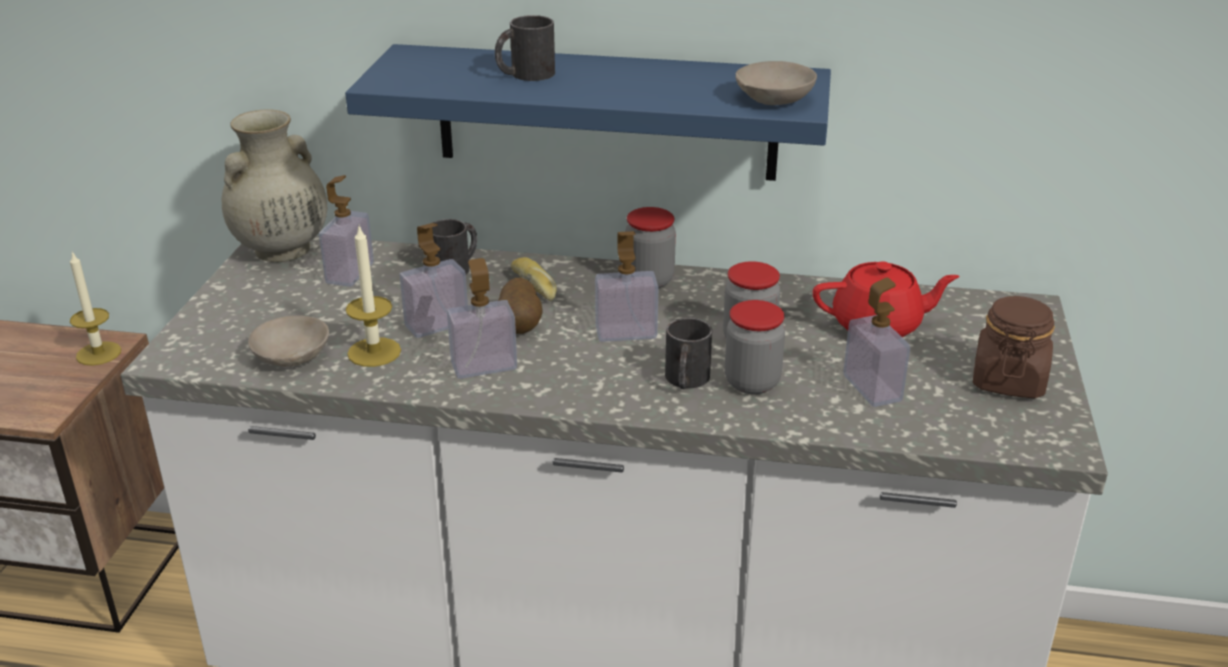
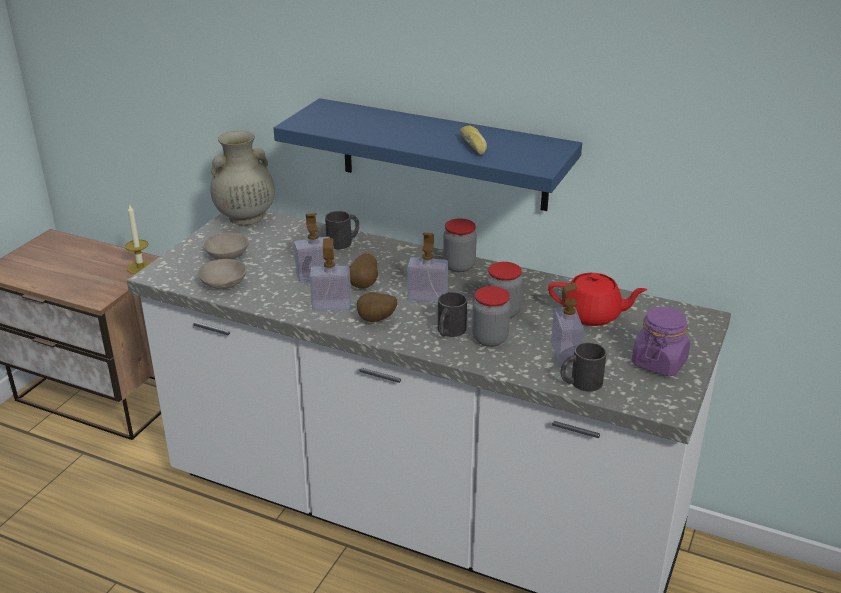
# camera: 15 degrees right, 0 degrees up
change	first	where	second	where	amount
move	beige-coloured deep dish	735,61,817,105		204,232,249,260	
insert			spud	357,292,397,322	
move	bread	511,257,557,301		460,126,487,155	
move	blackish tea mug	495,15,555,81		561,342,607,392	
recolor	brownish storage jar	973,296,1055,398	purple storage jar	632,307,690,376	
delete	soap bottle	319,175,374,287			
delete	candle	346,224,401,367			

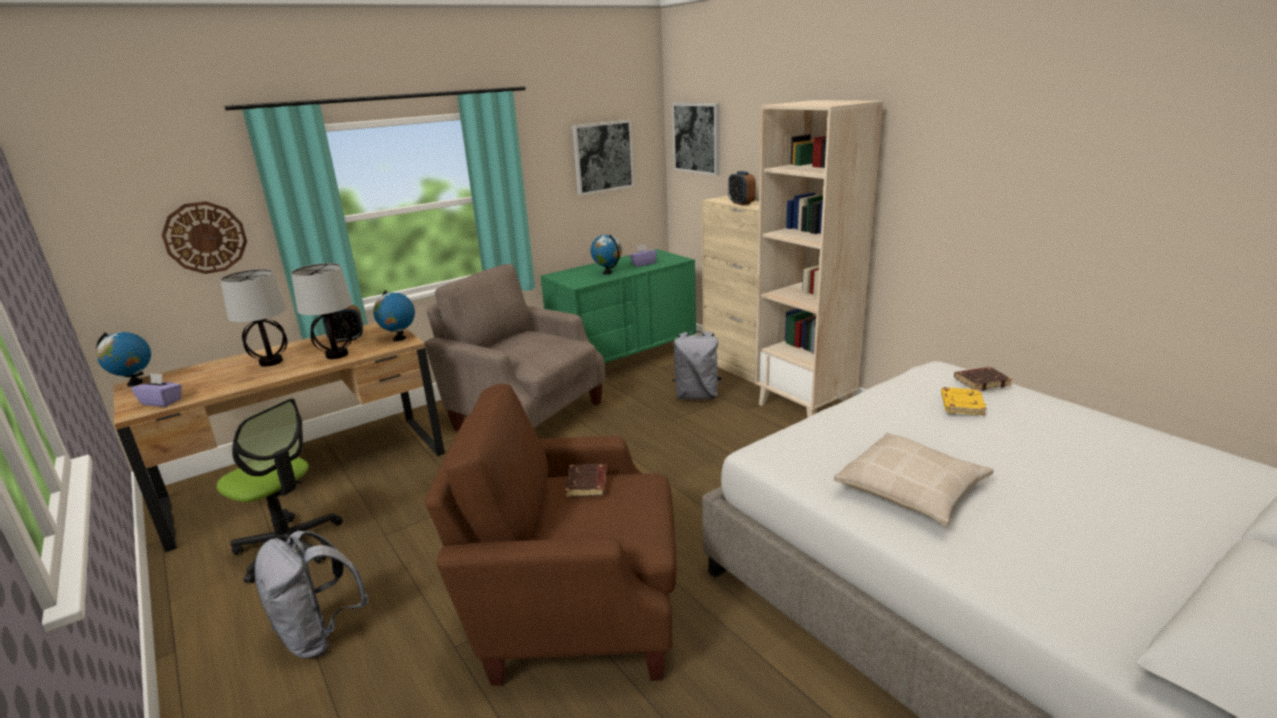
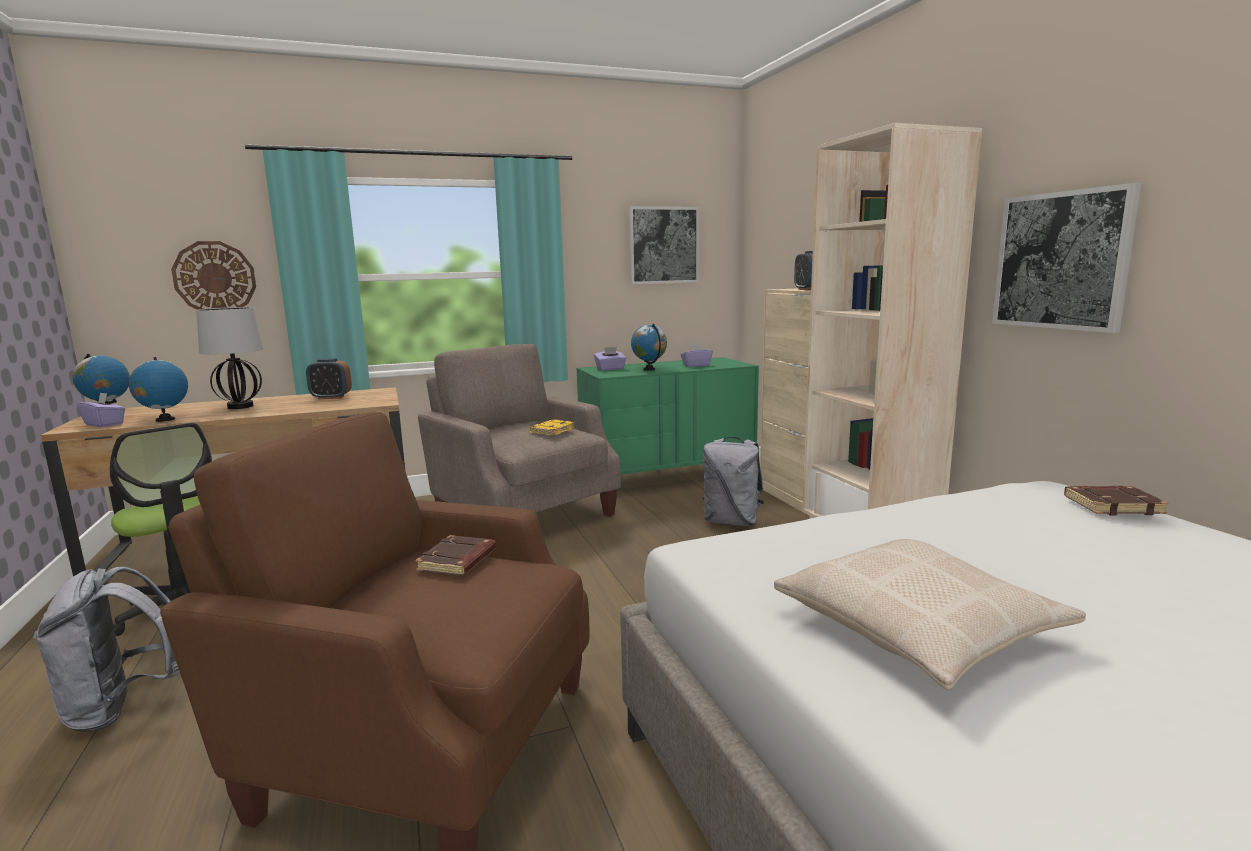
# camera: 15 degrees right, 10 degrees down
change	first	where	second	where	amount
move	globe	373,290,415,341		129,357,188,422	
move	yellowish bound book	941,387,986,415		530,419,575,435	
insert			purple box of tissues	594,347,626,371	
move	wall art	672,103,720,175		992,183,1141,333	
delete	tabletop lamp	291,263,353,359			

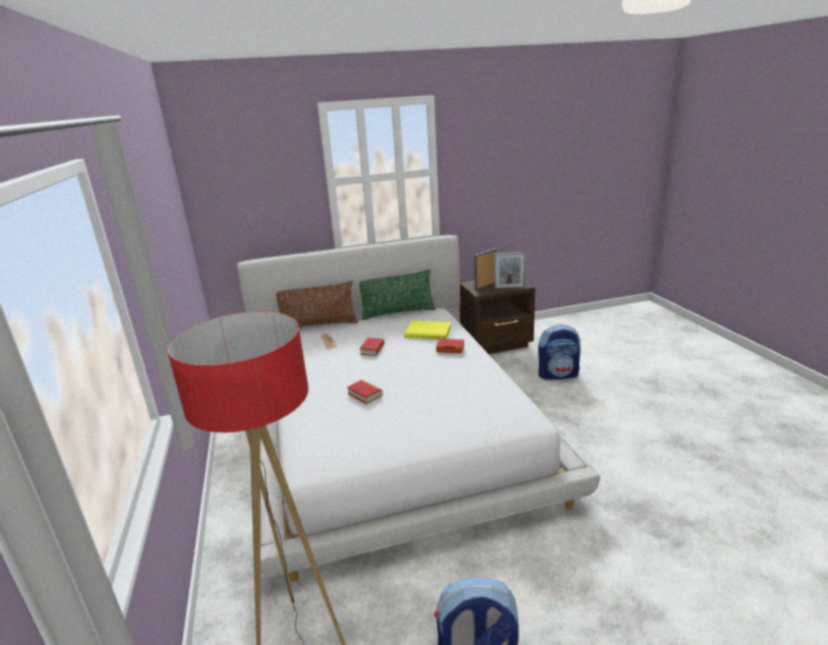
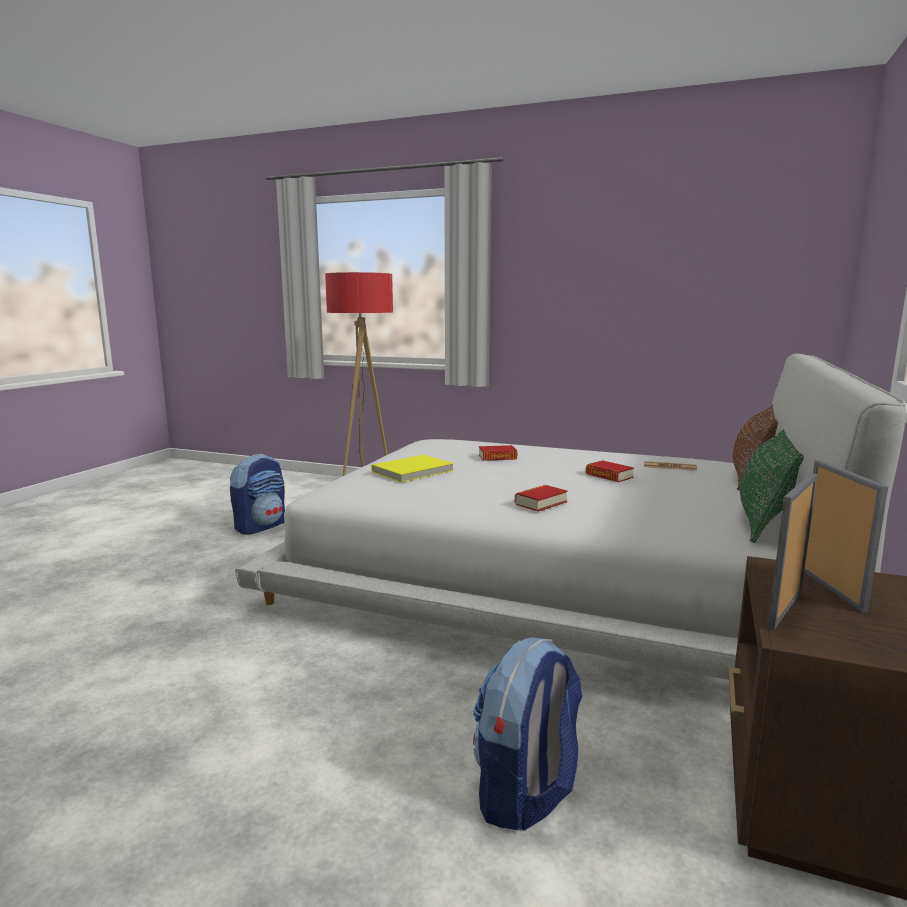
# camera: 125 degrees right, 10 degrees down
change	first	where	second	where	amount
move	yellowish bound book	404,321,452,339		371,455,454,482	

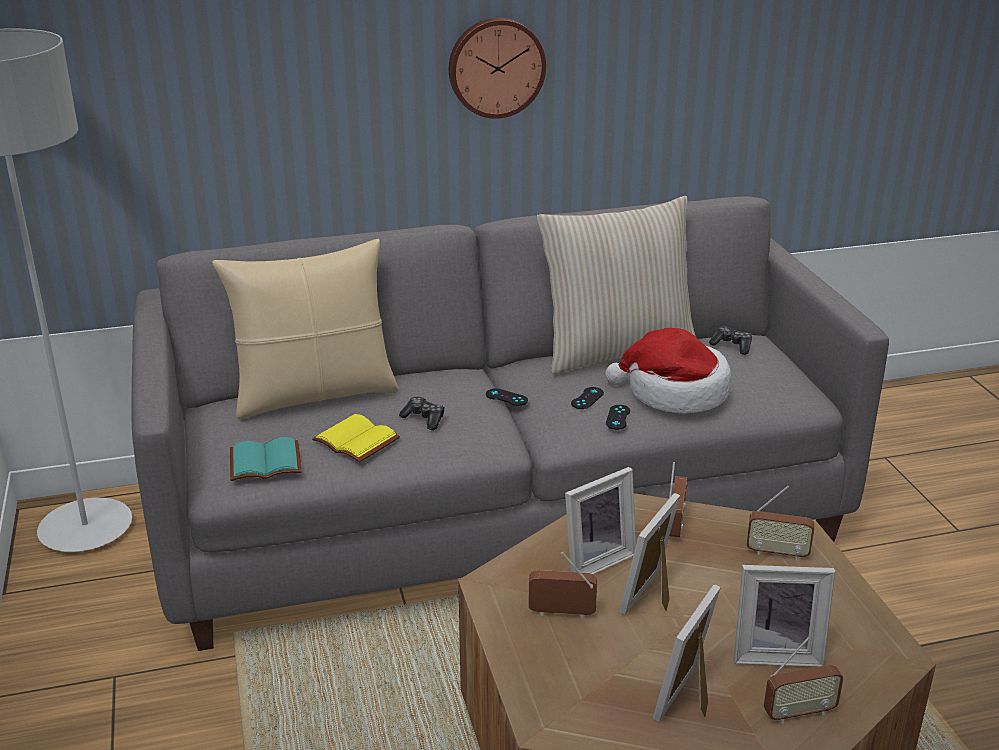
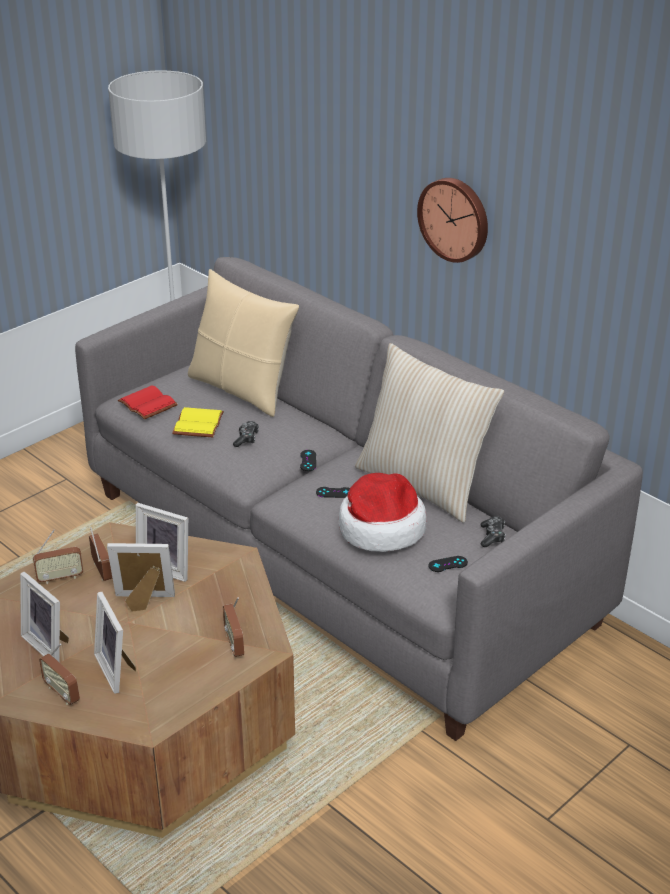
# camera: 60 degrees right, 5 degrees up
change	first	where	second	where	amount
rotate	picture frame	653,585,721,722		20,572,69,662	135 degrees counterclockwise
move	radio	669,462,687,537		33,529,84,584	
recolor	blue-green bound book	230,437,301,481	red-coloured bound book	118,385,178,420	
move	blackish joypad	606,405,630,430		429,556,468,572	

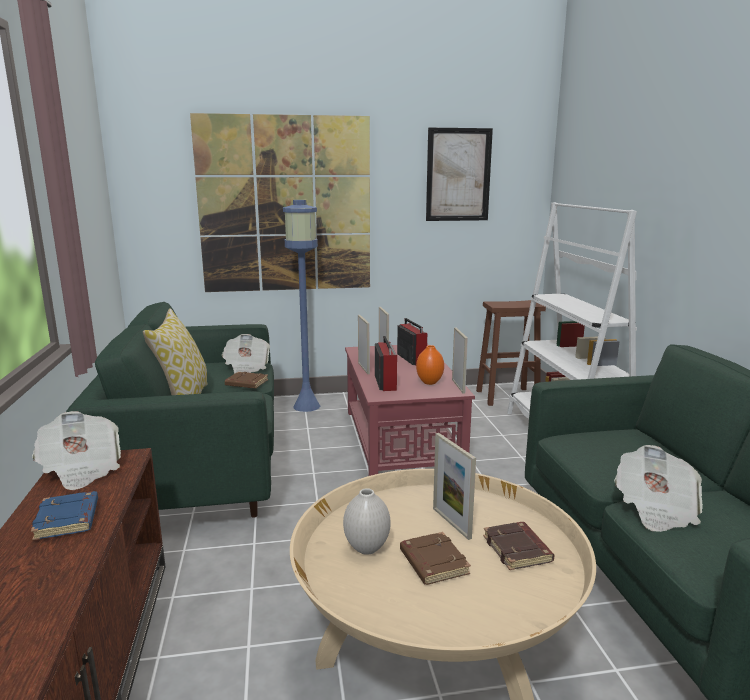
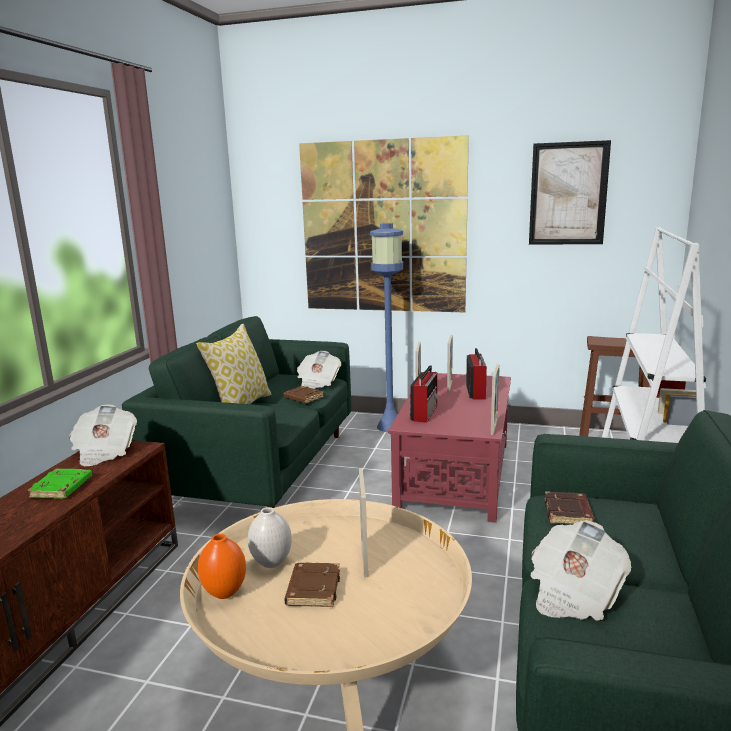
# camera: 25 degrees right, 0 degrees up
change	first	where	second	where	amount
recolor	bluish bound book	31,491,98,540	green-coloured bound book	27,468,92,499	
move	orange-coloured flower vase	416,345,444,385		198,533,246,599	
move	brownish bound book	483,522,555,570		545,491,595,525	

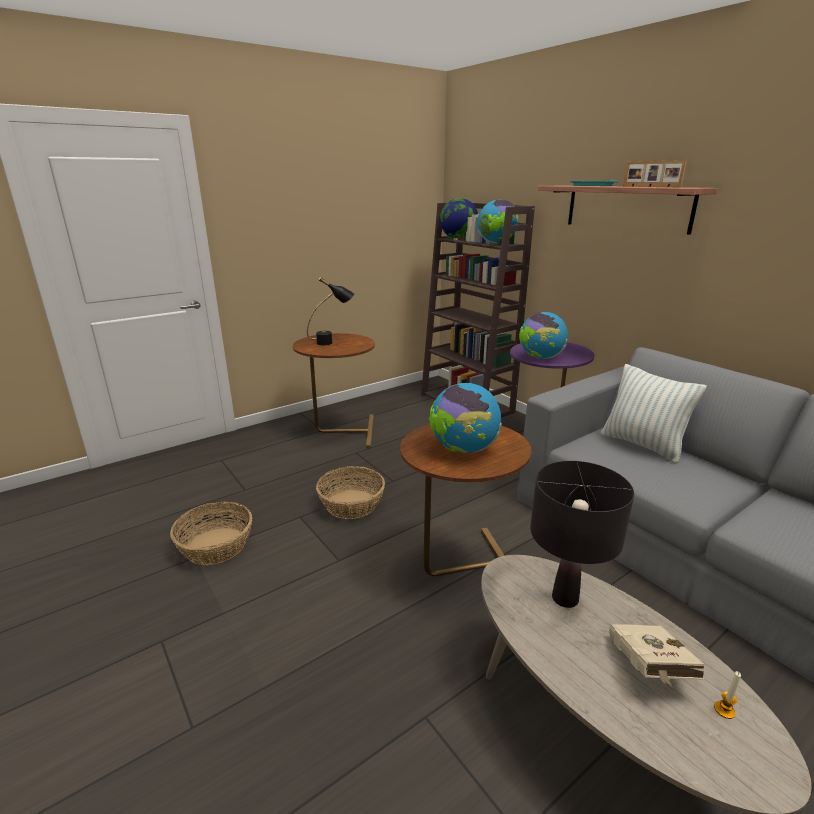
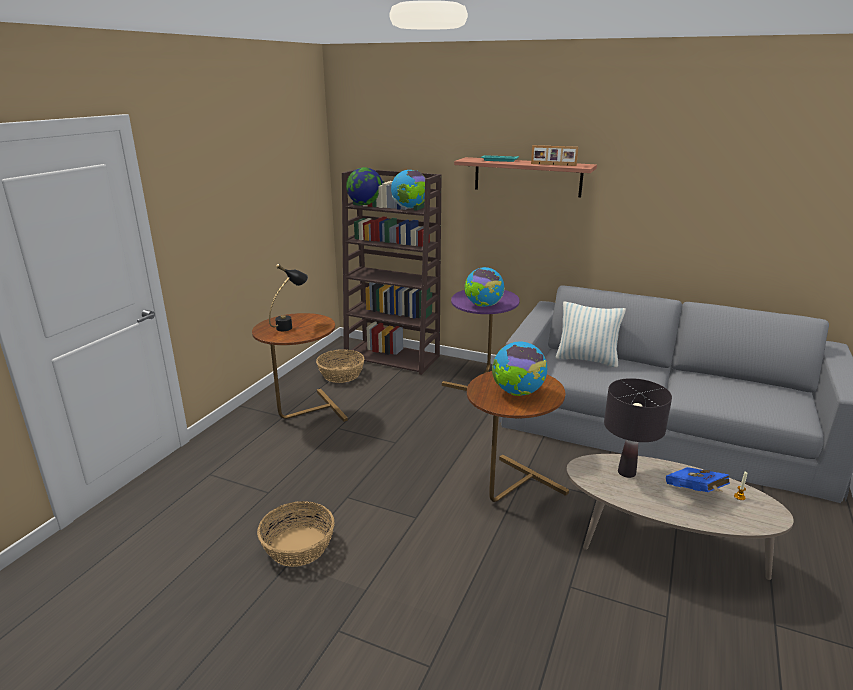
# camera: 30 degrees left, 0 degrees up
change	first	where	second	where	amount
move	basket	316,466,385,519		316,349,365,383	
recolor	beige-coloured bound book	609,624,704,688	bluish bound book	666,467,730,492	

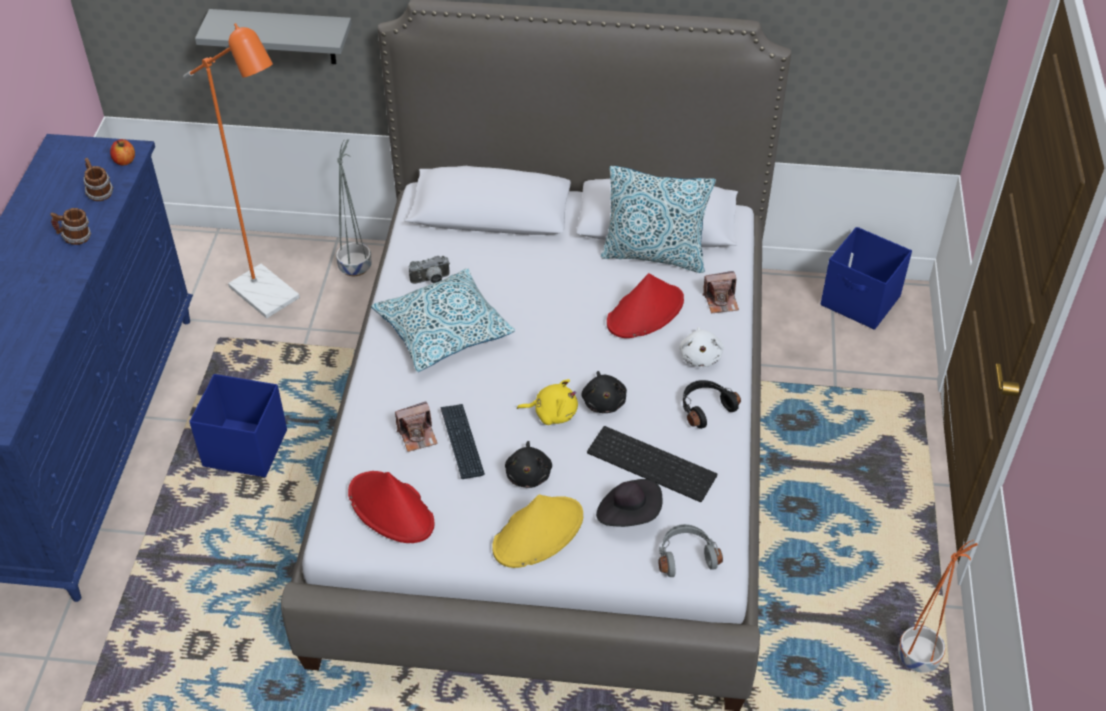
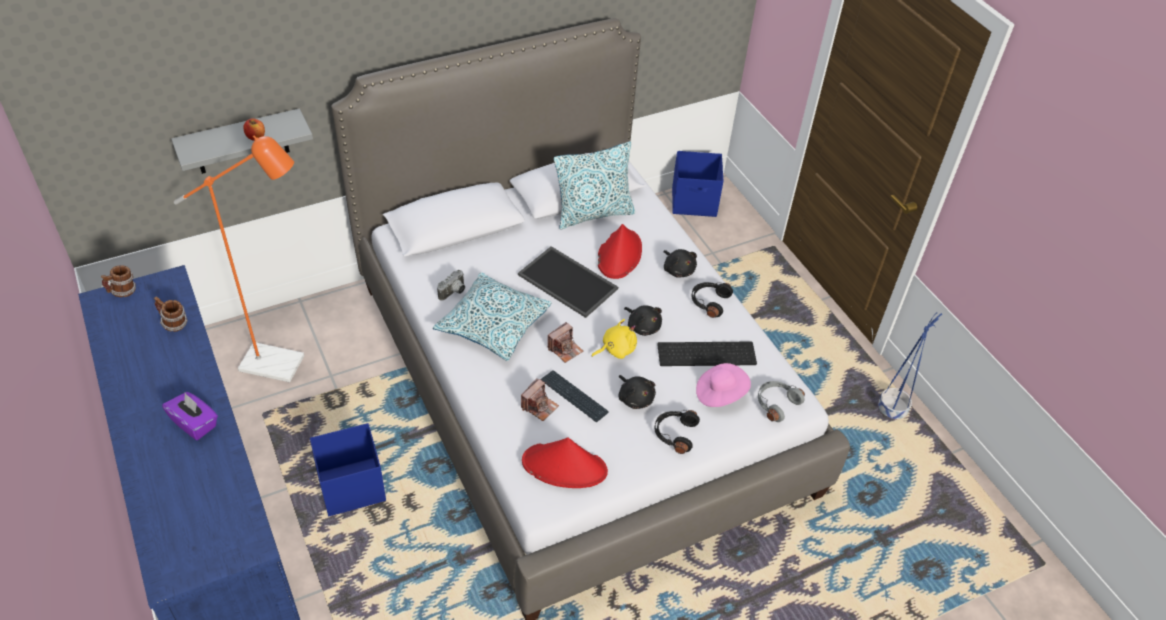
# camera: 35 degrees left, 0 degrees up
change	first	where	second	where	amount
move	tea mug	51,208,91,245		101,265,136,297	
insert			purple box of tissues	162,392,218,440	
move	apple fruit	110,139,135,165		243,118,265,141	
insert			tray	518,246,618,318	
move	still camera	703,271,739,313		548,322,583,363	
replace	yellowish hat	492,494,583,568	blackish pair of headphones	654,410,700,454	
recolor	white plush toy	679,327,724,367	blackish plush toy	663,249,697,278	
recolor	blackish hat	596,479,662,527	pink hat	696,363,751,407	
recolor	orange-coloured flower pot	898,540,978,673	bluish flower pot	878,313,942,419	
delete	gray flower pot	336,139,372,276			

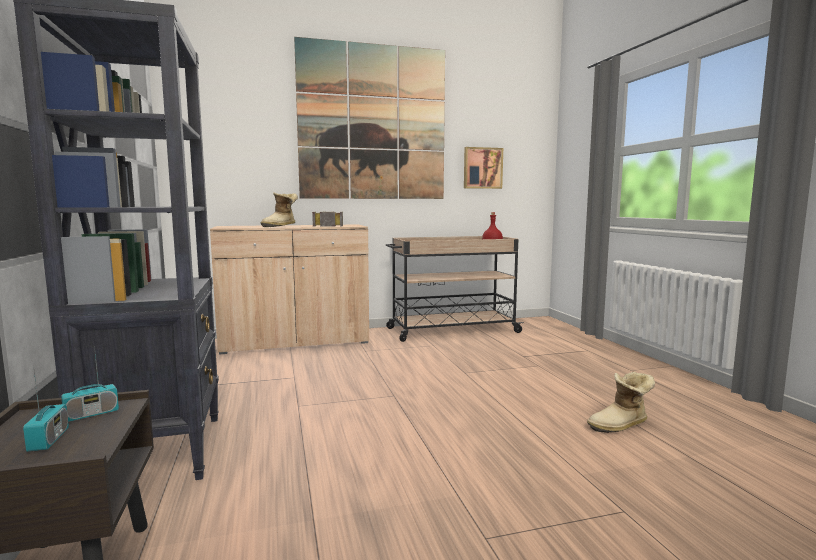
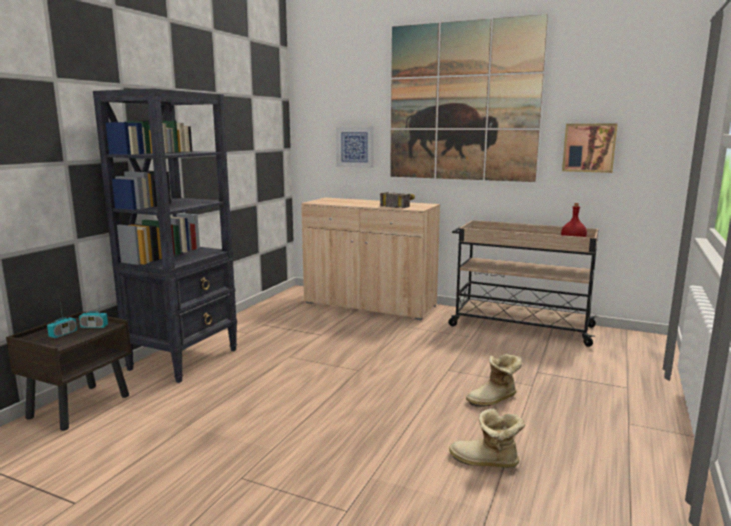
# camera: 40 degrees right, 5 degrees up
change	first	where	second	where	amount
insert			wall art	336,126,374,168	
move	boot	261,192,298,227		466,354,522,407	

